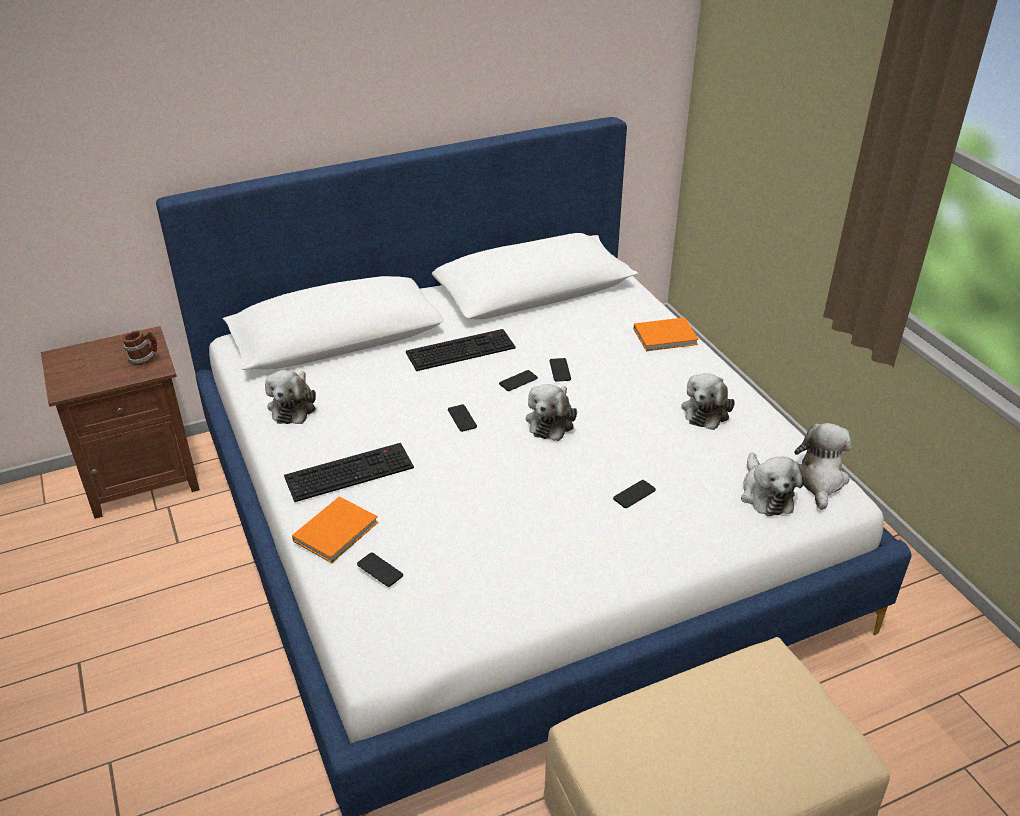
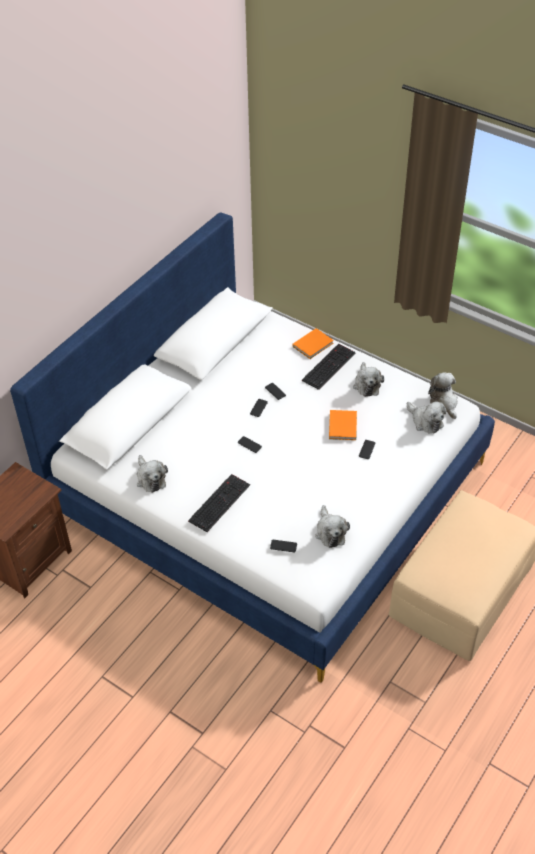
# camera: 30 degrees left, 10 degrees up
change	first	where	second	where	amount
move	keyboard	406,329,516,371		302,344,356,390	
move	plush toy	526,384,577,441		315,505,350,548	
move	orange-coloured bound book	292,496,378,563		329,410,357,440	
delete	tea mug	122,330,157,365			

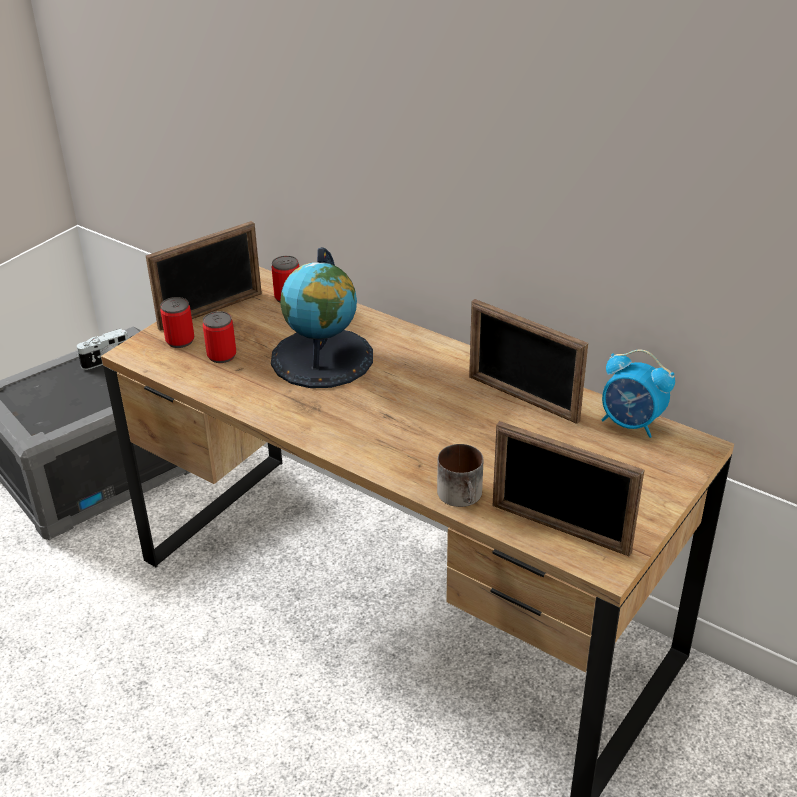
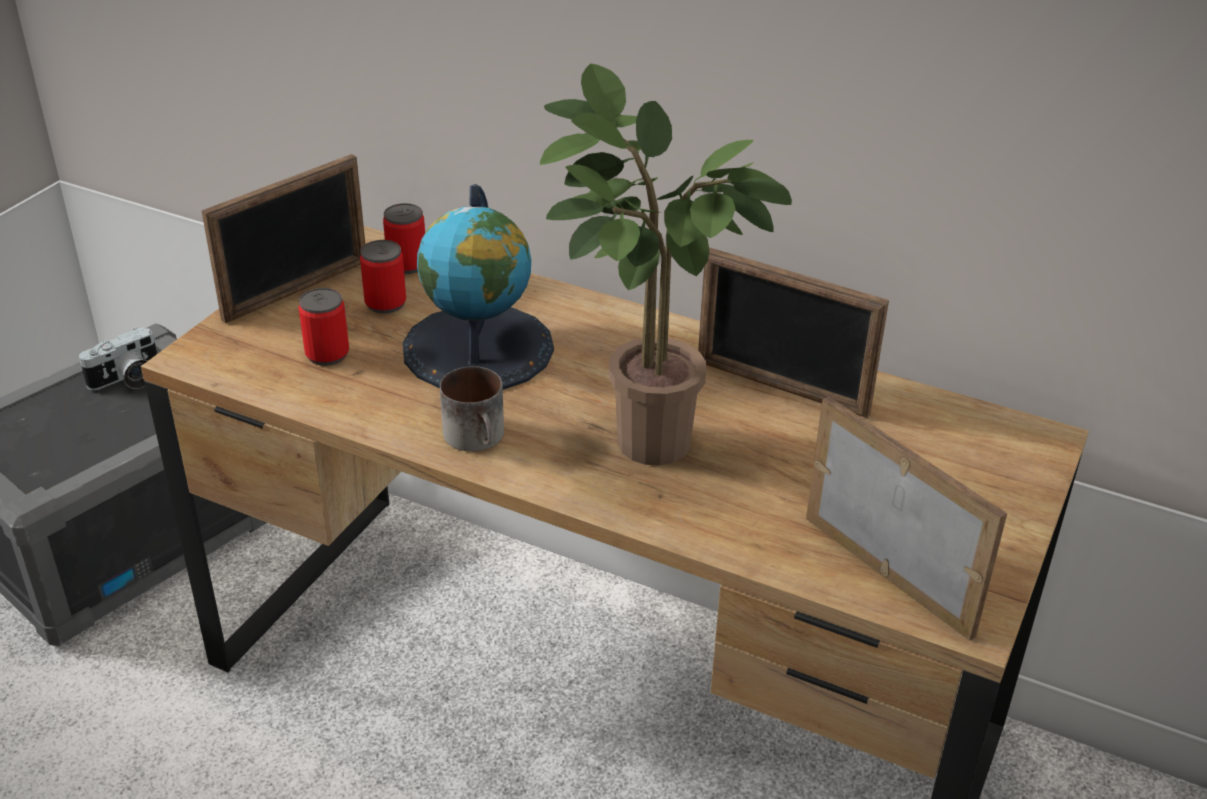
# camera: 10 degrees left, 0 degrees up
change	first	where	second	where	amount
move	sealed can	160,297,194,348		360,240,406,314	
move	tea mug	437,444,483,507		440,366,504,452	
insert			plant in a pot	540,64,792,466	
rotate	picture frame	492,421,644,557		806,397,1007,641	150 degrees counterclockwise
delete	bedside clock	602,350,675,438			

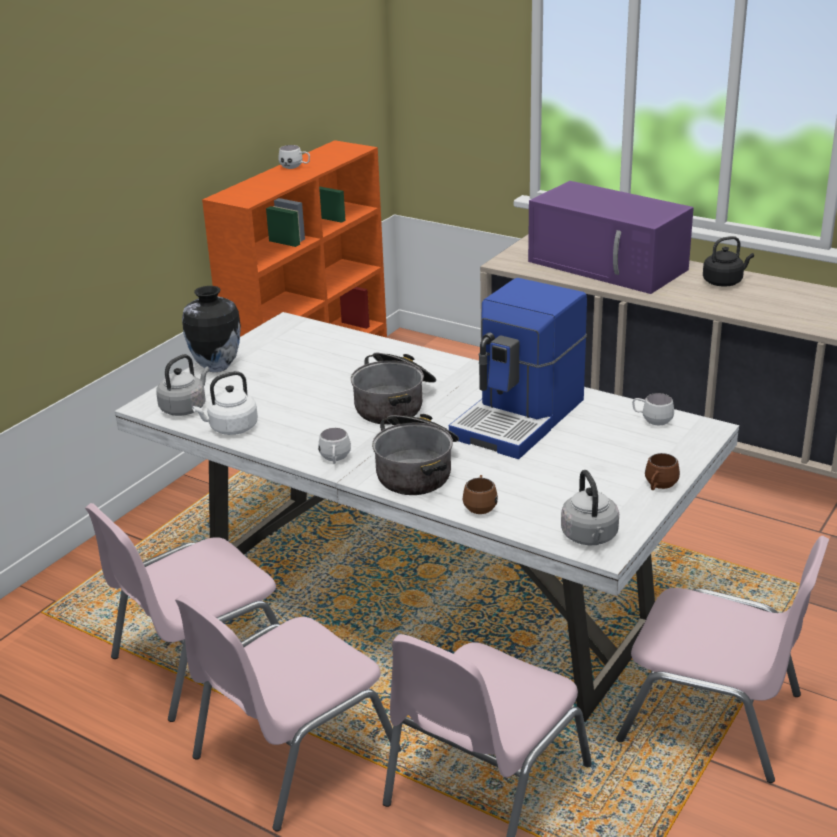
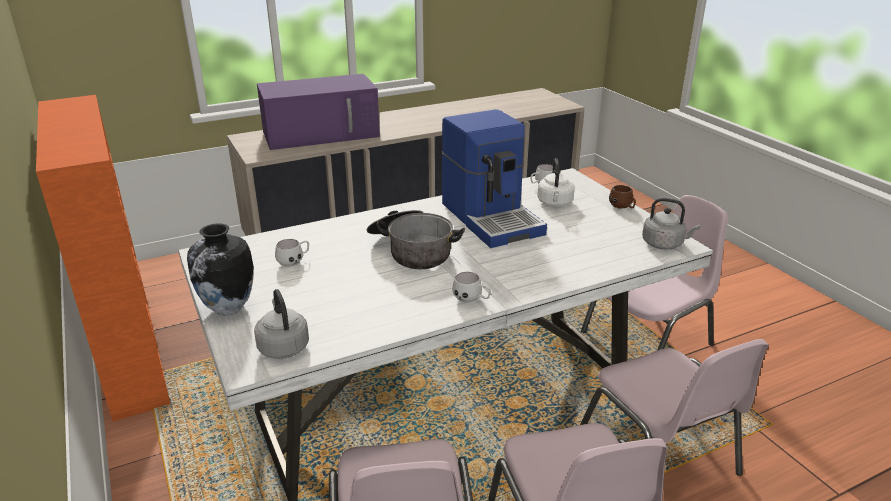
# camera: 60 degrees left, 0 degrees up
change	first	where	second	where	amount
move	white tea mug	278,145,310,169		275,239,309,267	
move	white water kettle	192,371,258,435		537,158,575,207	
delete	saucepot	372,414,459,495			
delete	brownish tea mug	463,475,498,514			
delete	blackish water kettle	703,236,754,287			

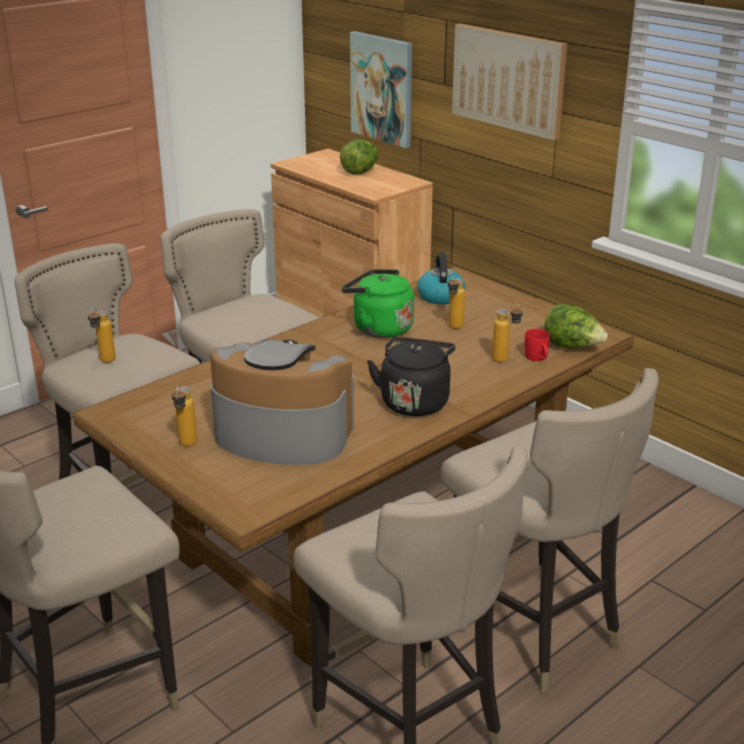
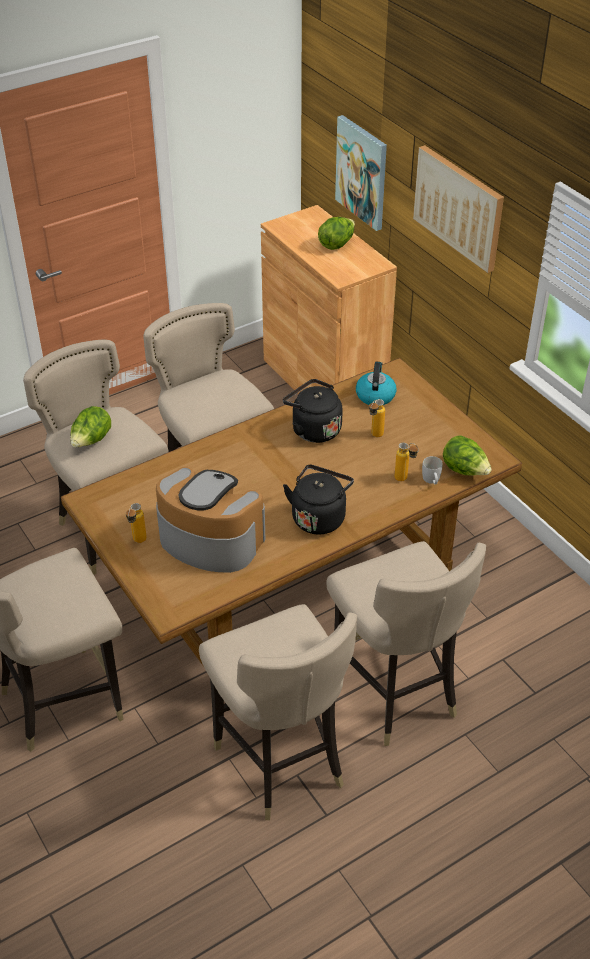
# camera: 10 degrees right, 15 degrees up
change	first	where	second	where	amount
replace	drink bottle	88,307,116,363	head of lettuce	70,406,111,448	
recolor	green-coloured water kettle	342,269,414,338	blackish water kettle	283,379,343,443	
recolor	red-coloured tea mug	525,329,550,361	white tea mug	422,456,443,484	

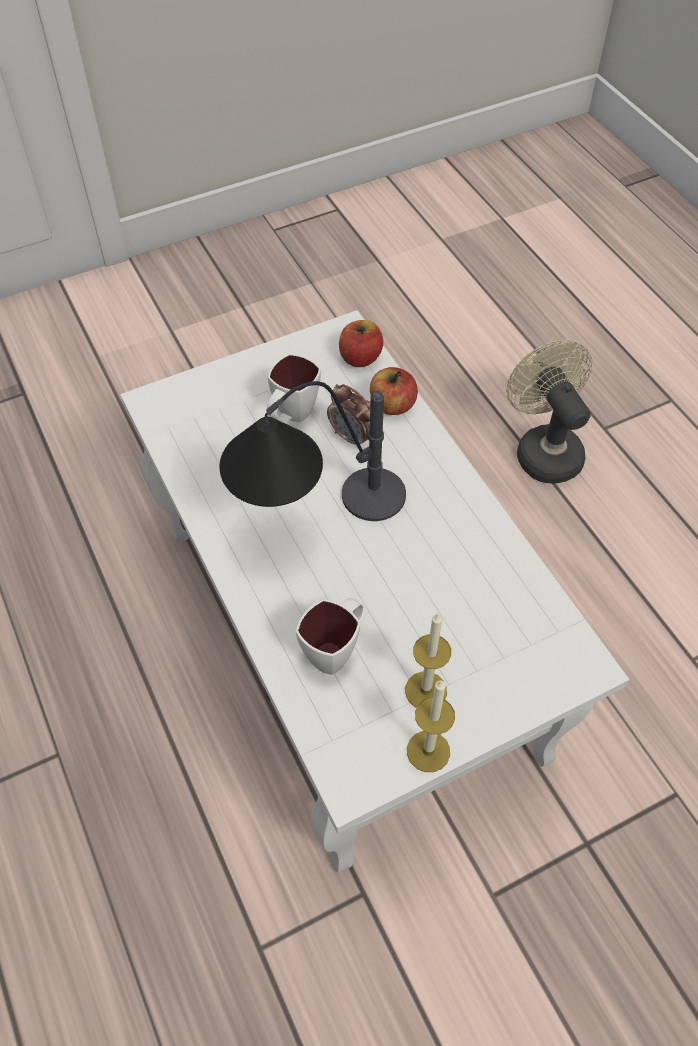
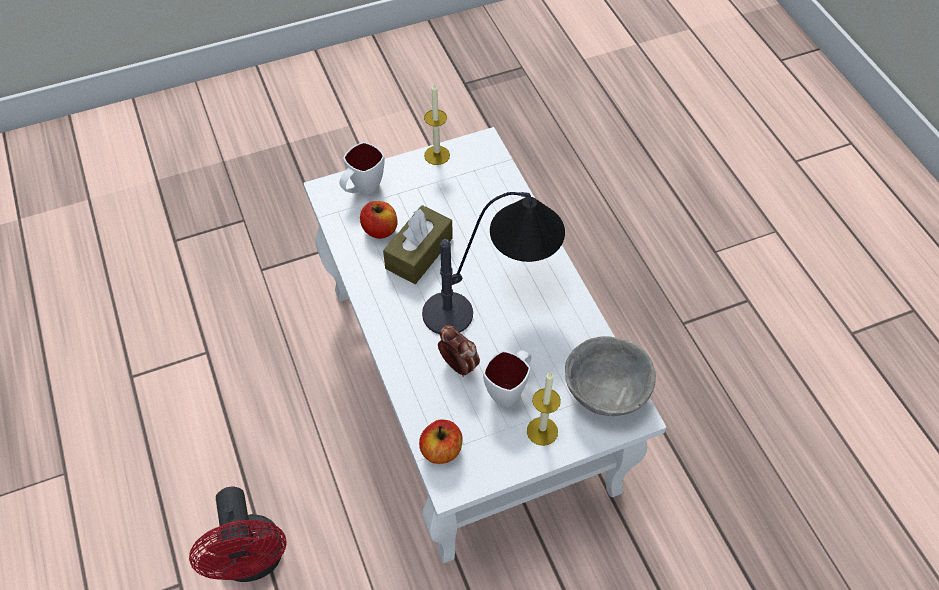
# camera: 175 degrees left, 0 degrees up
change	first	where	second	where	amount
recolor	beige-coloured cooling fan	506,340,592,484	red-coloured cooling fan	189,486,286,582	
move	white tea mug	296,598,363,675		340,142,384,195	
move	apple fruit	370,367,418,415		360,201,397,239	
insert			brownish box of tissues	383,205,453,284	
move	candle	405,614,451,708		527,372,561,446	
insert			gray deep dish	565,336,656,416	

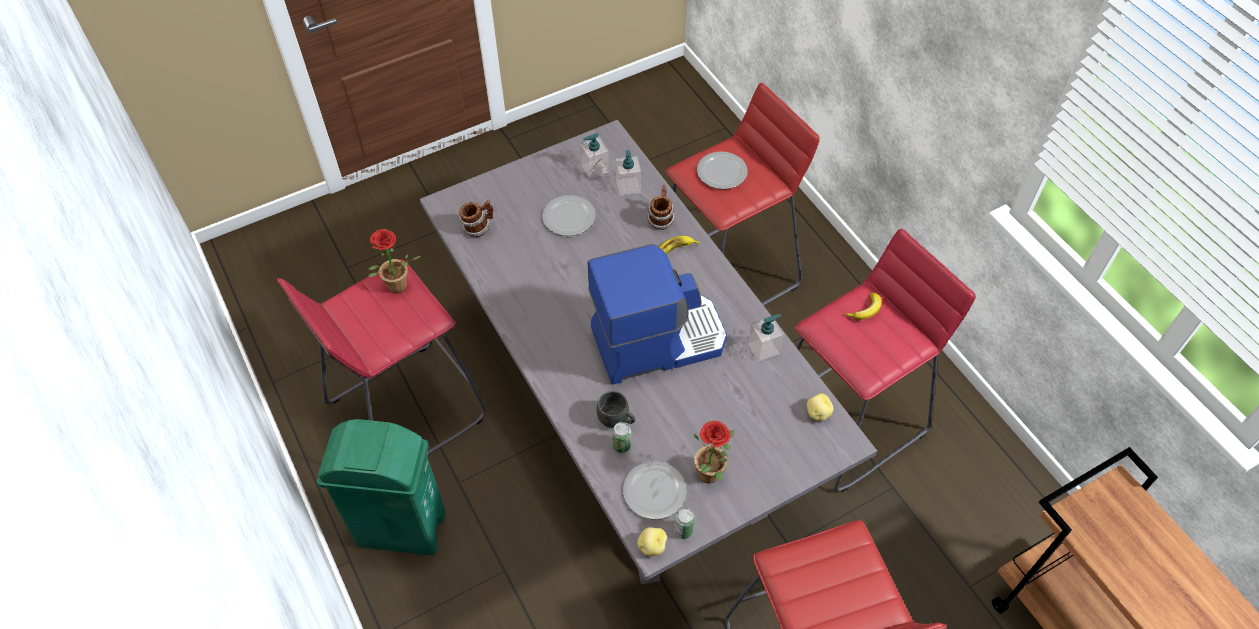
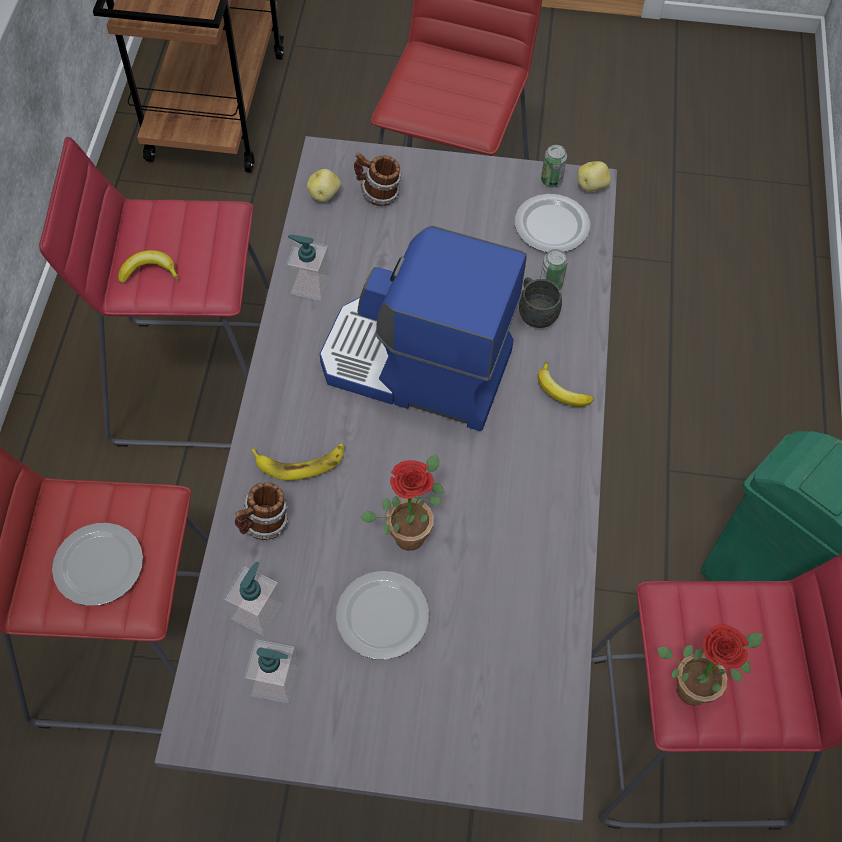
# camera: 145 degrees left, 5 degrees up
change	first	where	second	where	amount
move	tea mug	459,200,493,237		354,153,402,206	
move	plant in a pot	693,421,735,483		360,454,444,551	
insert			banana fruit	538,361,594,407	

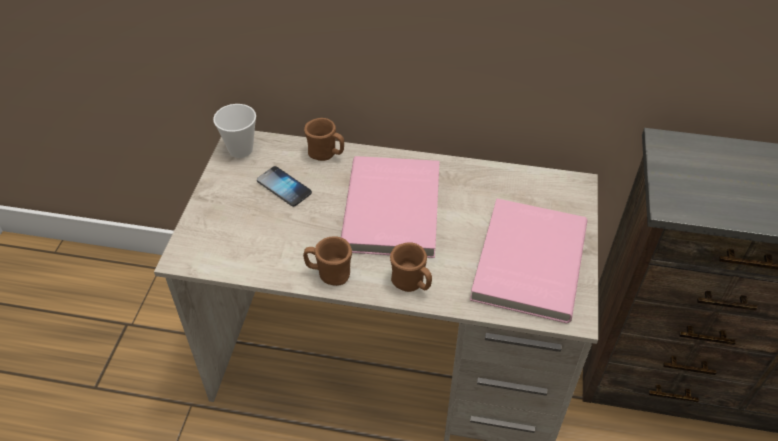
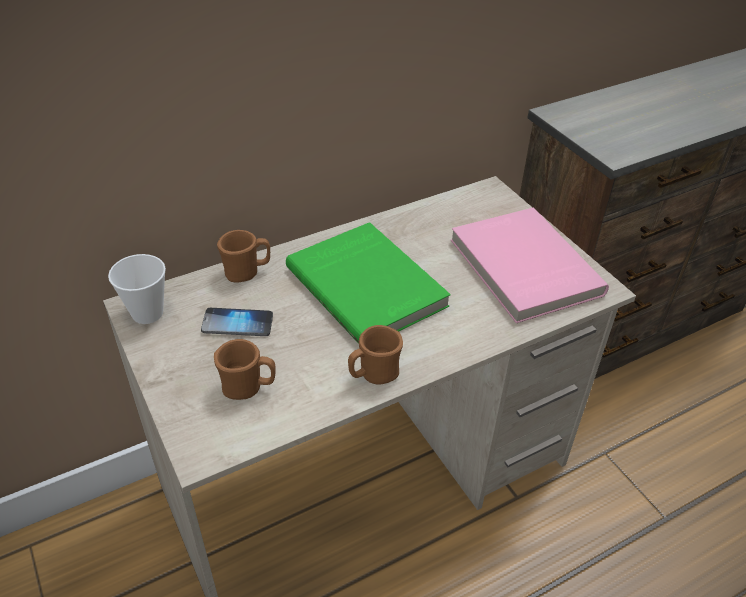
# camera: 40 degrees left, 5 degrees down
change	first	where	second	where	amount
move	brownish tea mug	390,242,432,292		214,339,276,400	
recolor	pink bound book	341,156,440,258	green-coloured bound book	286,222,451,344	

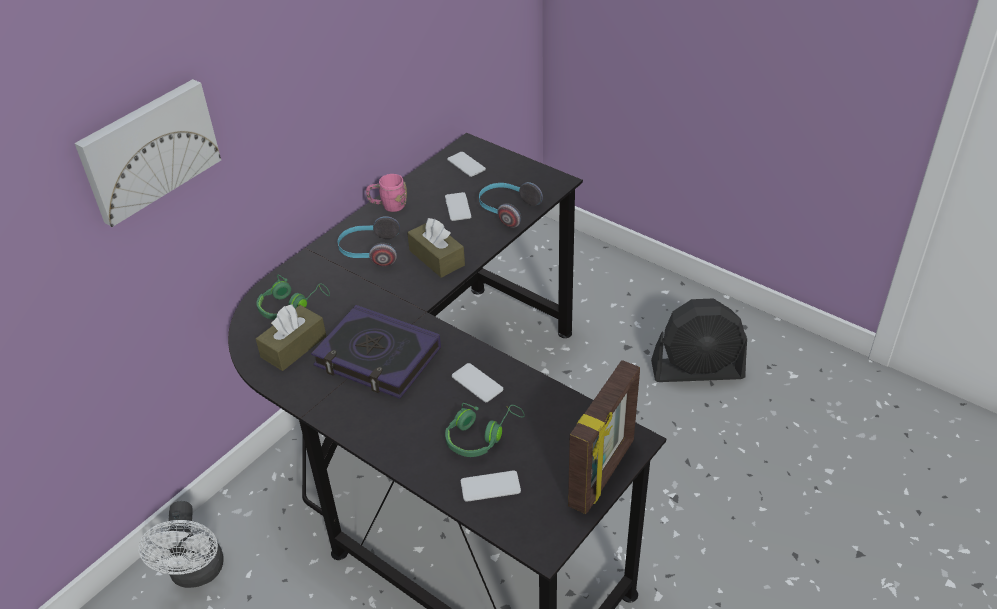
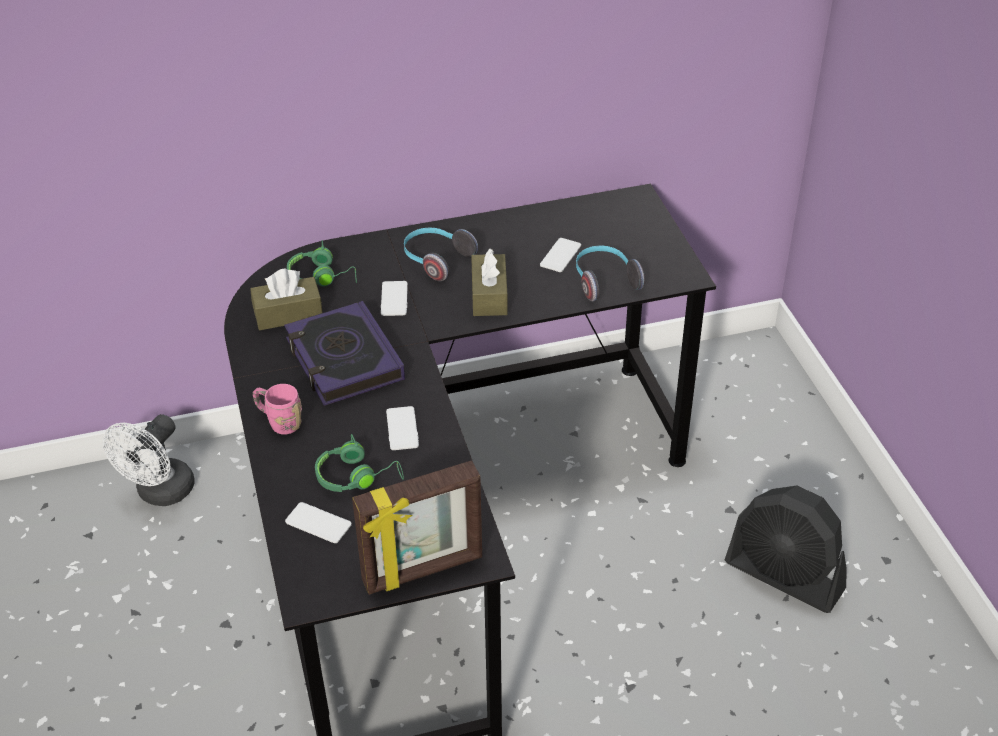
# camera: 35 degrees right, 0 degrees up
change	first	where	second	where	amount
move	pink tea mug	366,174,407,212		253,384,302,434	
move	phone	447,152,486,177		381,281,408,316	
delete	wall art	75,79,221,227			

